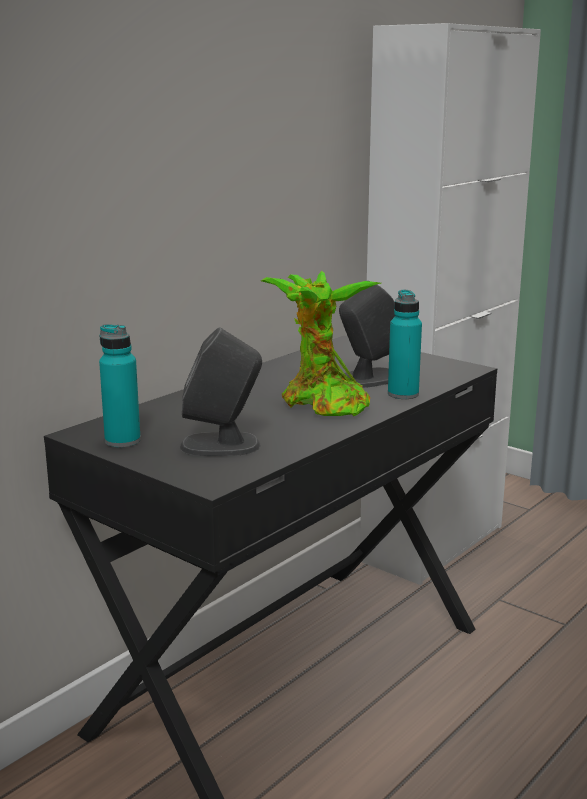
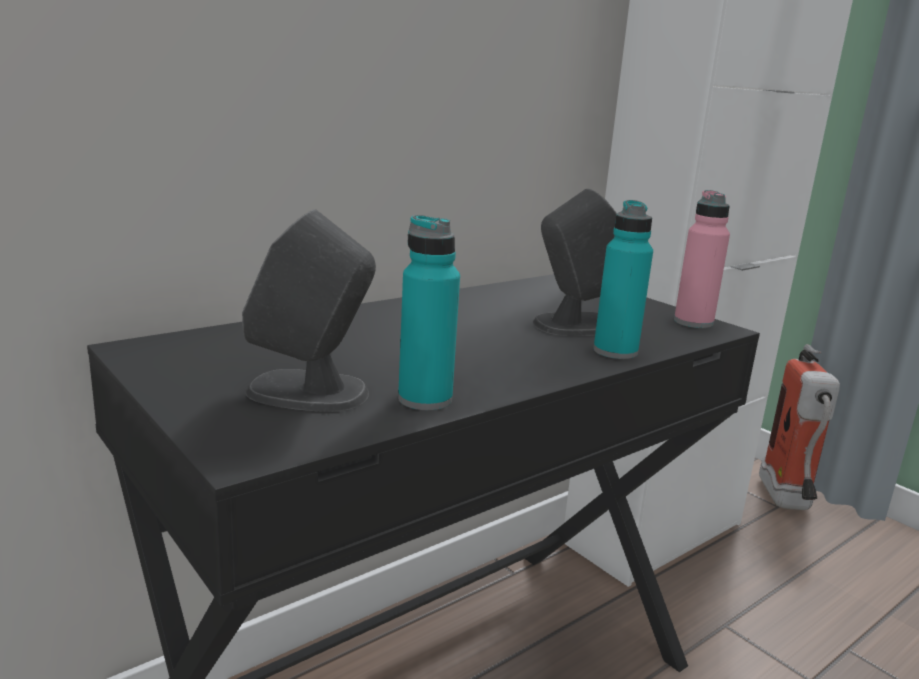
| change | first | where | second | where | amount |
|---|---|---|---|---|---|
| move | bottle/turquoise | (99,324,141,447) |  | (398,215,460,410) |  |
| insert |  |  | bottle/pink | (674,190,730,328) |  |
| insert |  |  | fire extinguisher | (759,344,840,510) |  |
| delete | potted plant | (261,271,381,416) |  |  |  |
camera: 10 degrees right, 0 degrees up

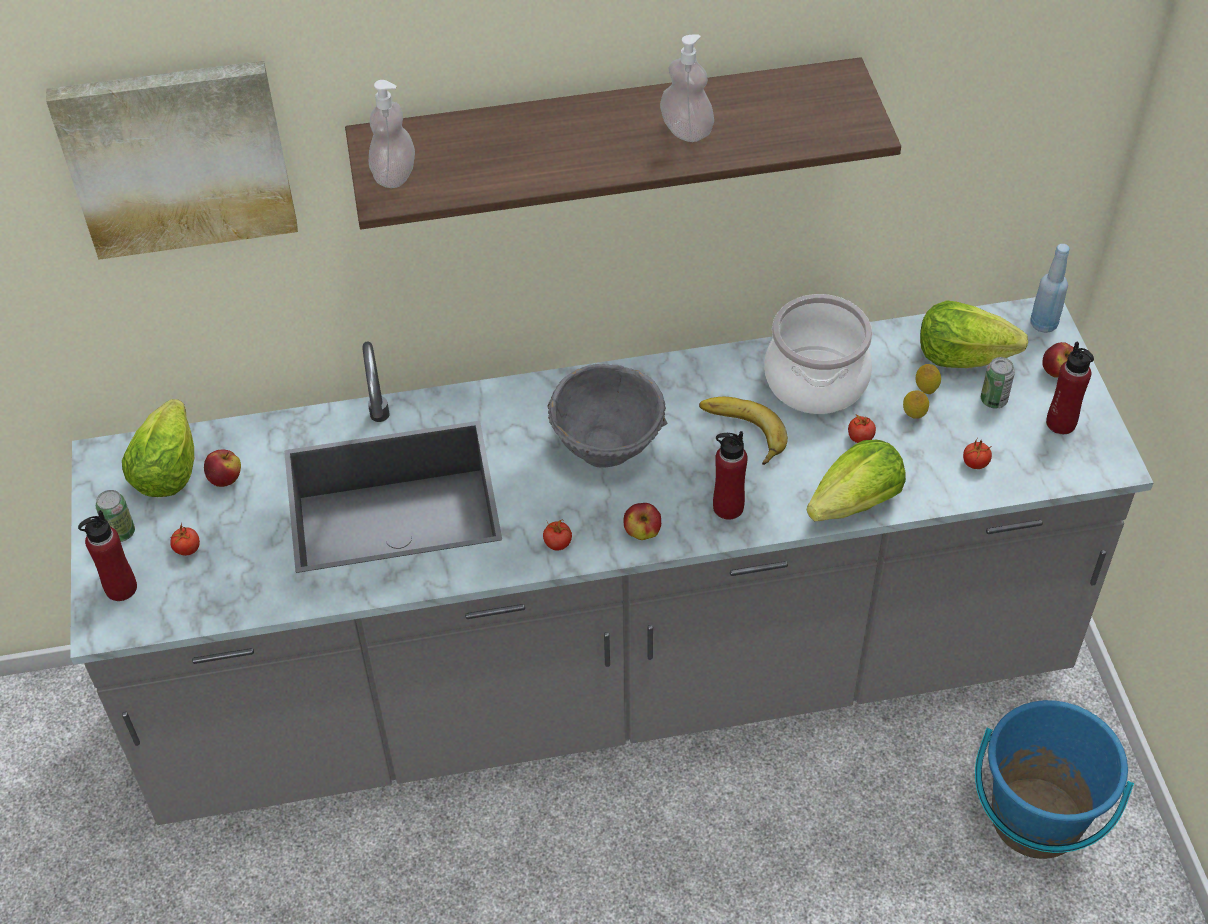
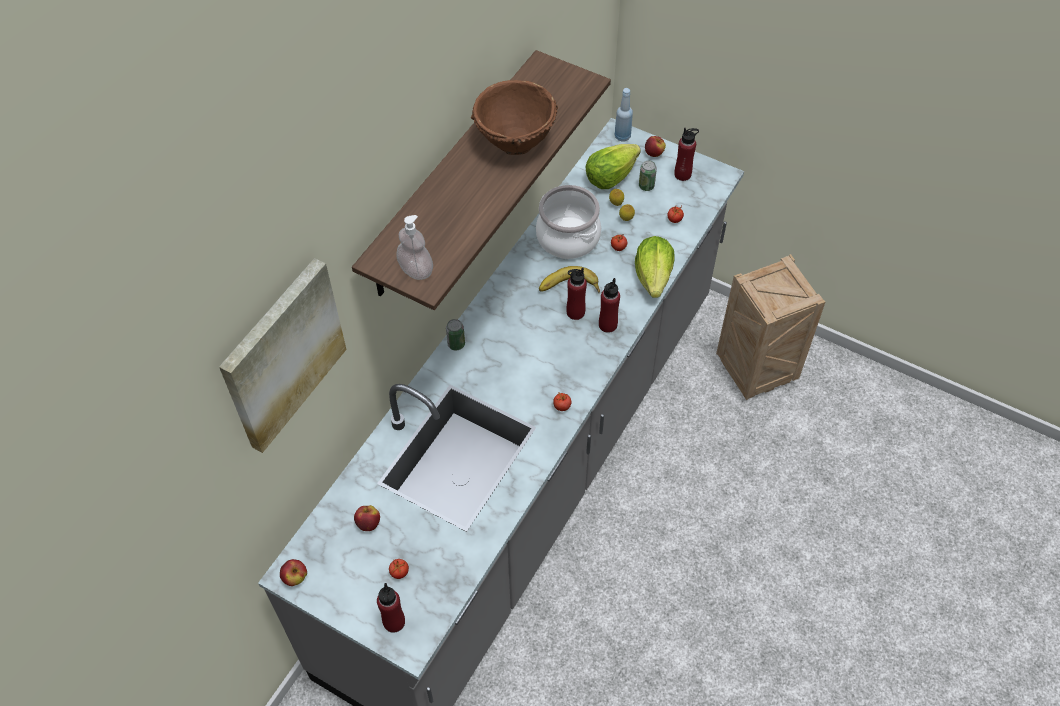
| change | first | where | second | where | amount |
|---|---|---|---|---|---|
| move | apple | (624,503,661,540) |  | (280,559,307,586) |  |
| move | can | (96,490,135,542) |  | (446,319,465,350) |  |
| replace | soap dispenser | (660,34,714,142) | bowl/brown | (471,80,558,155) |  |
| insert |  |  | bottle/red | (566,268,587,320) |  |
| replace | bucket/blue | (975,700,1134,859) | crate | (716,254,825,400) |  |
| delete | lettuce | (122,399,194,497) |  |  |  |
| delete | bowl/grey | (547,364,667,468) |  |  |  |
camera: 50 degrees left, 5 degrees up

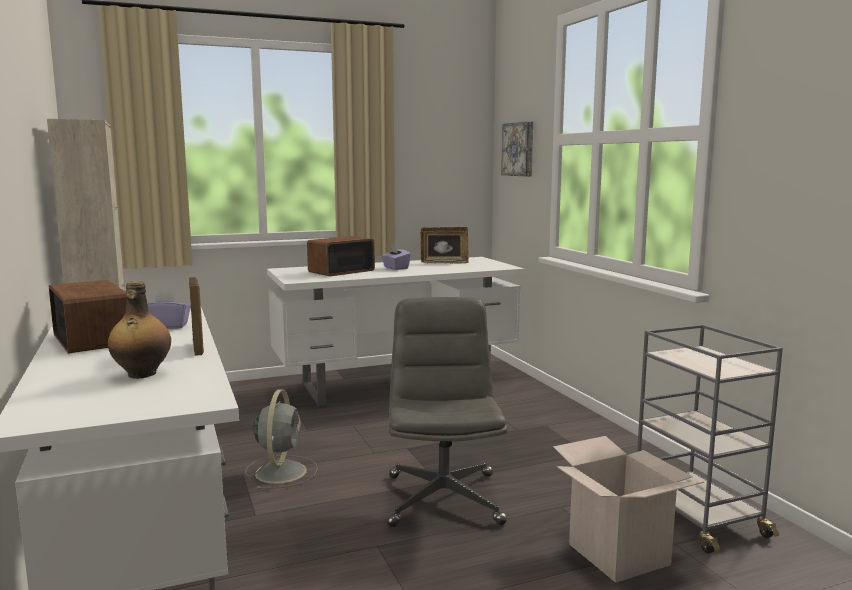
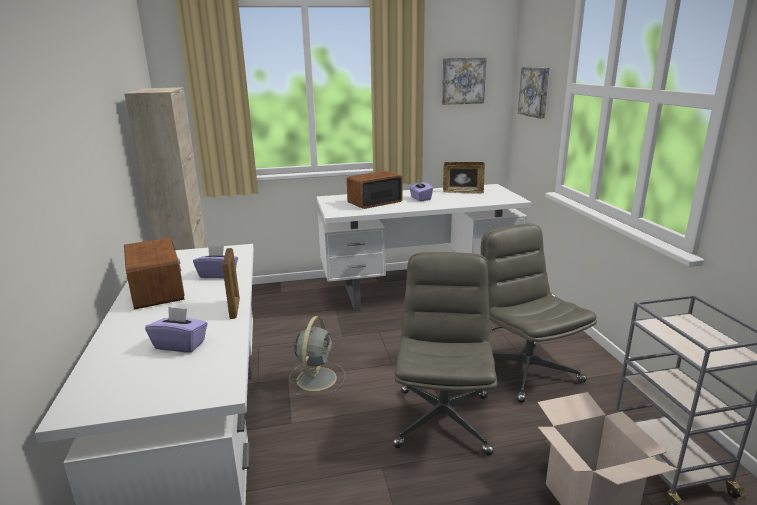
| change | first | where | second | where | amount |
|---|---|---|---|---|---|
| replace | bottle | (108,282,171,379) | tissue box/purple | (145,307,208,353) |  |
| insert |  |  | picture | (442,57,487,105) |  |
| insert |  |  | office chair/grey | (481,223,597,403) |  |
camera: 10 degrees right, 10 degrees up

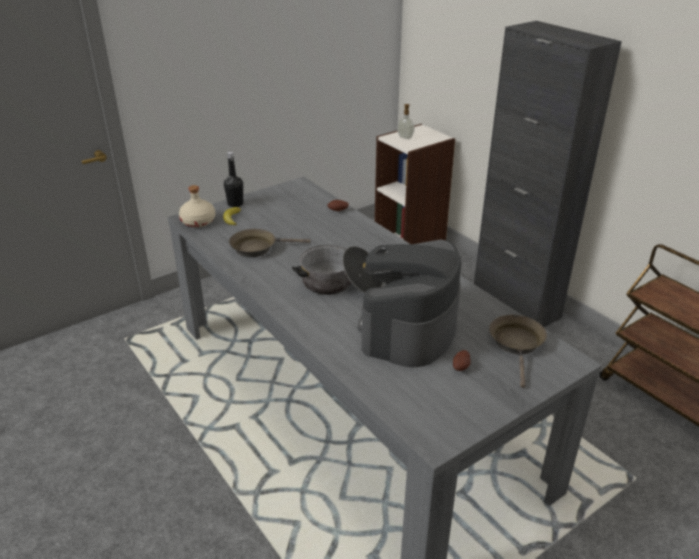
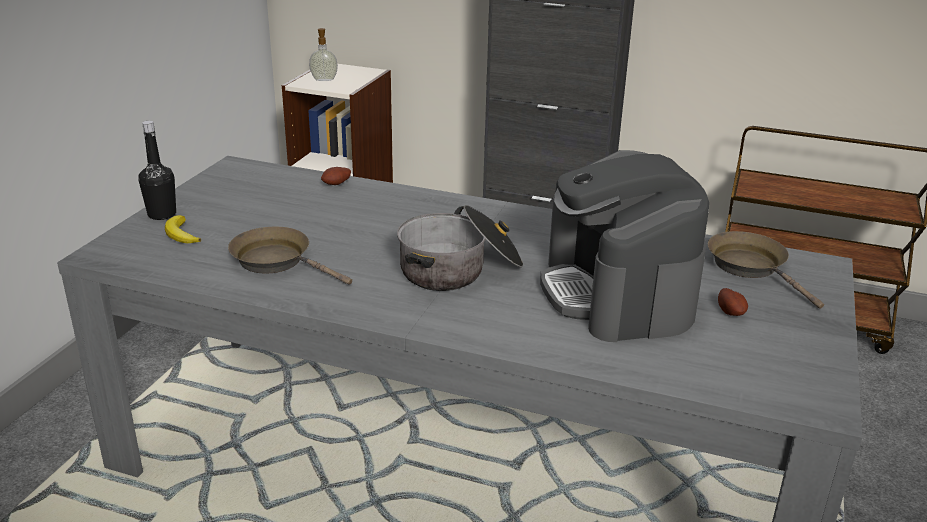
| change | first | where | second | where | amount |
|---|---|---|---|---|---|
| rotate | frying pan/brown | (229,229,310,257) |  | (228,227,352,285) | 75 degrees clockwise |
| delete | bottle/beige | (179,185,216,228) |  |  |  |
camera: 35 degrees left, 5 degrees down

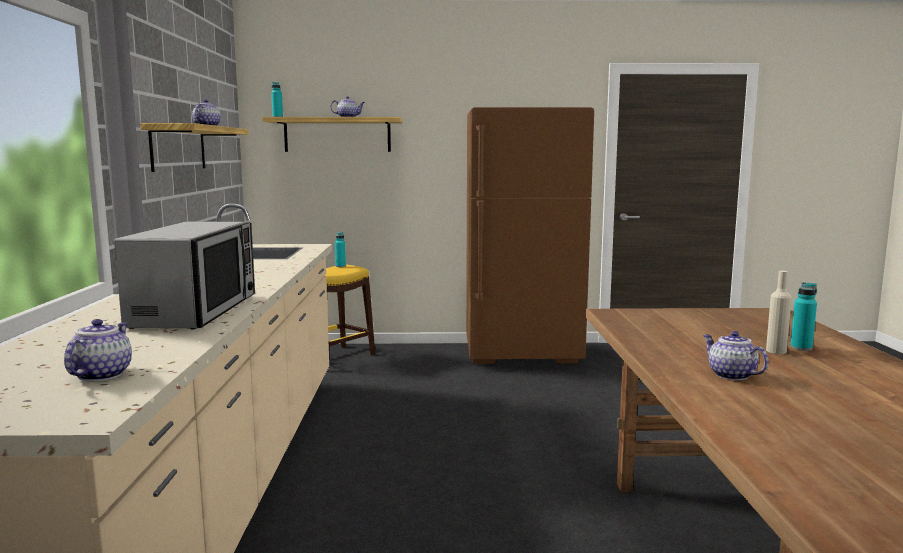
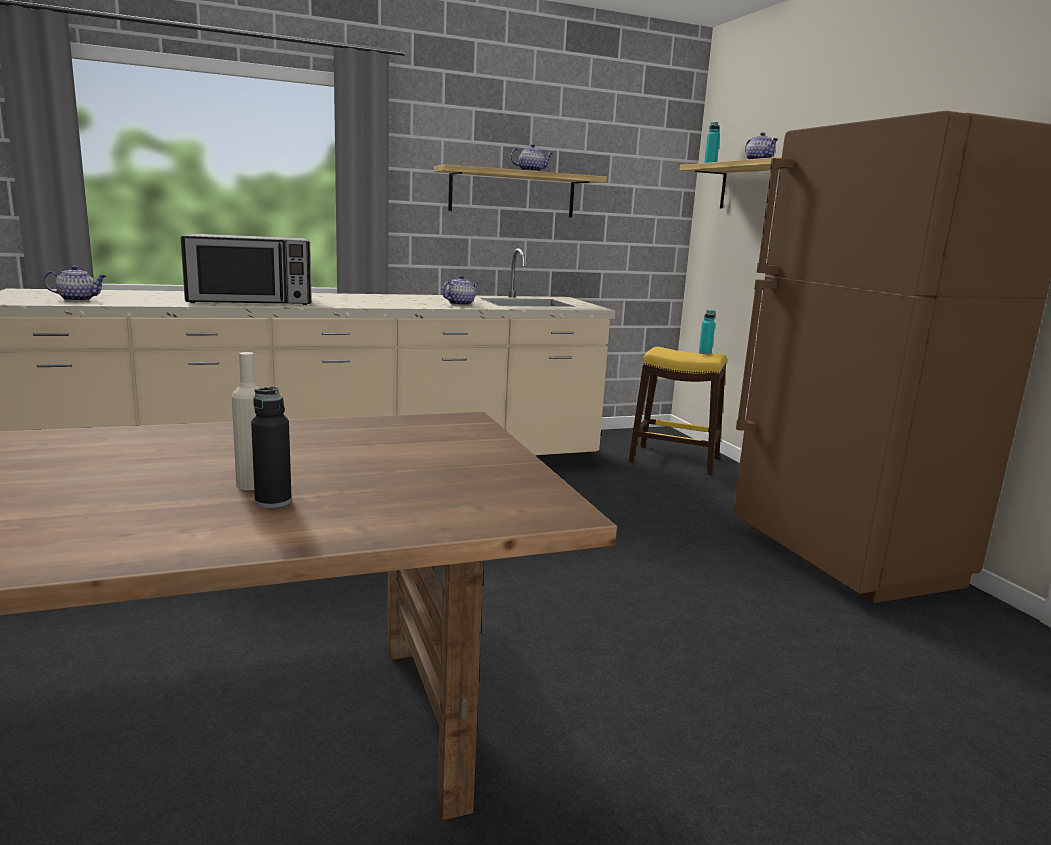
| change | first | where | second | where | amount |
|---|---|---|---|---|---|
| recolor | bottle/turquoise | (790,282,817,351) | bottle/black | (251,386,292,508) |  |
| move | teapot | (703,331,769,380) |  | (442,275,479,305) |  |
camera: 70 degrees right, 5 degrees up

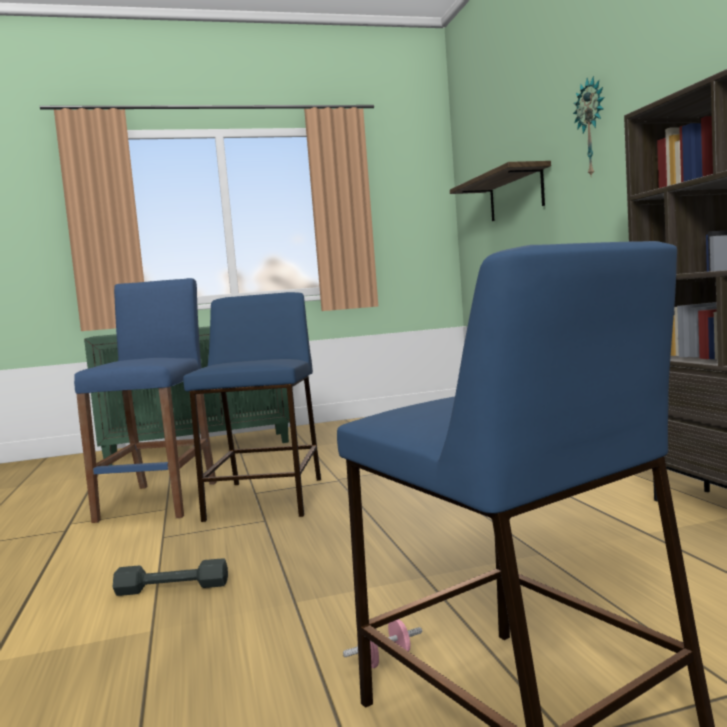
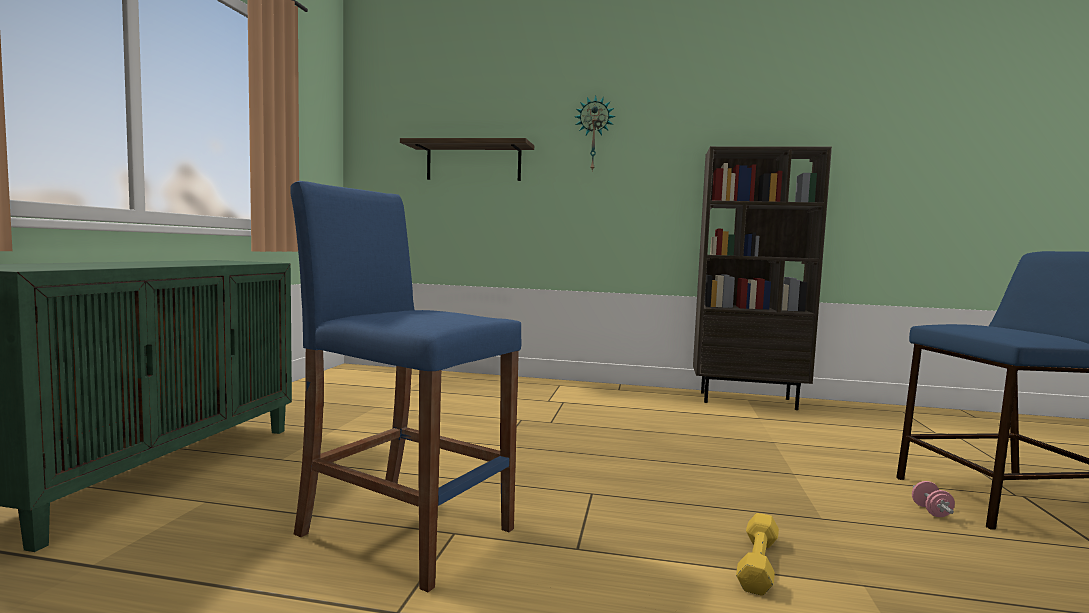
| change | first | where | second | where | amount |
|---|---|---|---|---|---|
| recolor | dumbbell/grey | (113,558,228,596) | dumbbell/yellow | (736,513,779,596) |  |
| delete | stool/blue | (183,292,321,522) |  |  |  |
camera: 65 degrees left, 0 degrees up

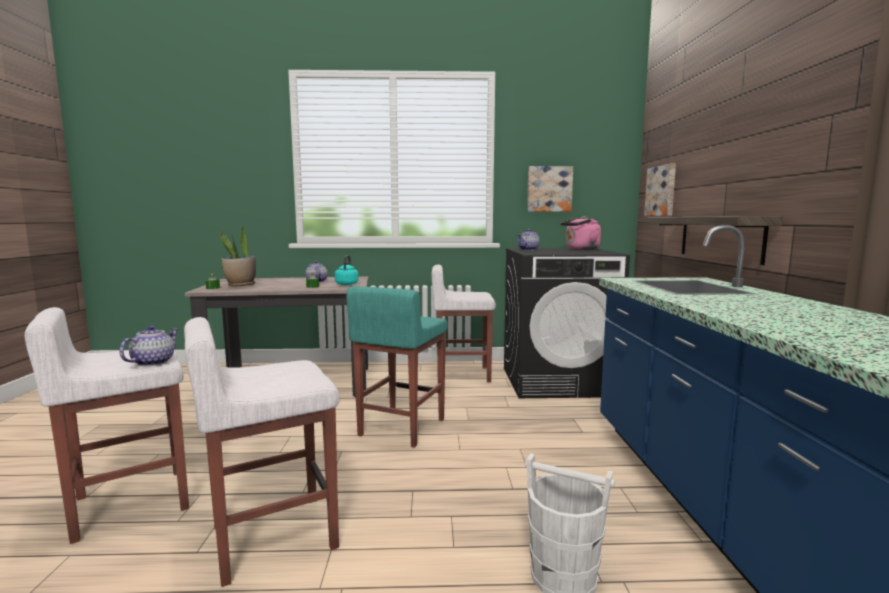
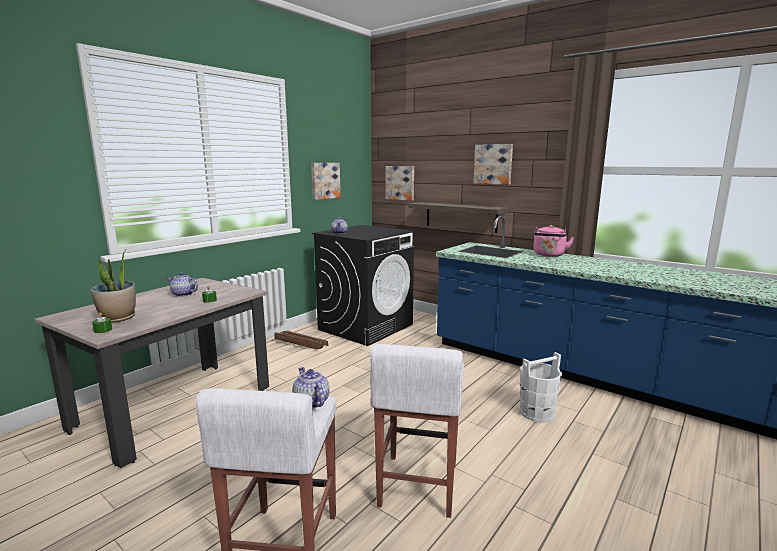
| change | first | where | second | where | amount |
|---|---|---|---|---|---|
| replace | stool/white | (431,265,496,383) | crate | (274,331,328,350) |  |
| insert |  |  | picture | (473,144,513,185) |  |
| move | kettle/pink | (560,216,601,250) |  | (533,225,574,257) |  |
| delete | kettle/turquoise | (335,255,359,285) |  |  |  |
| delete | stool/turquoise | (346,286,448,448) |  |  |  |
camera: 50 degrees left, 5 degrees up

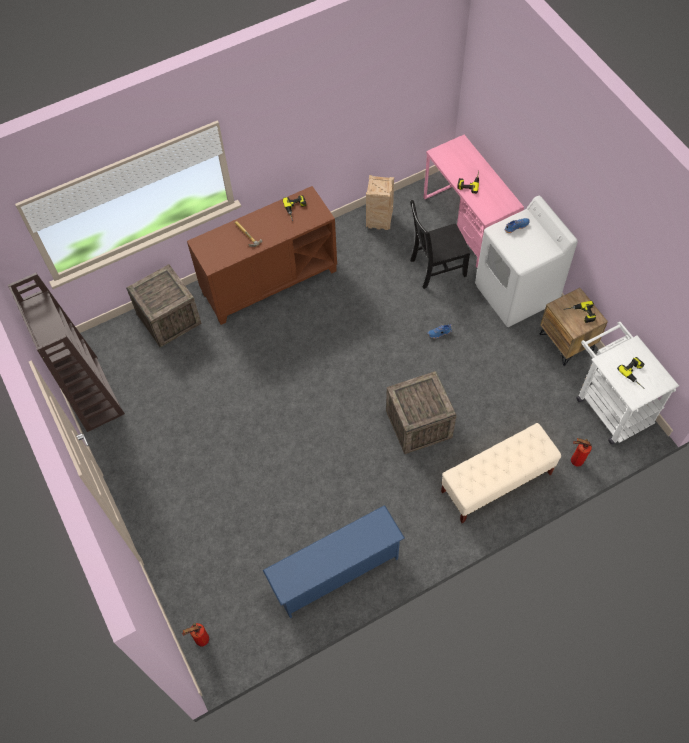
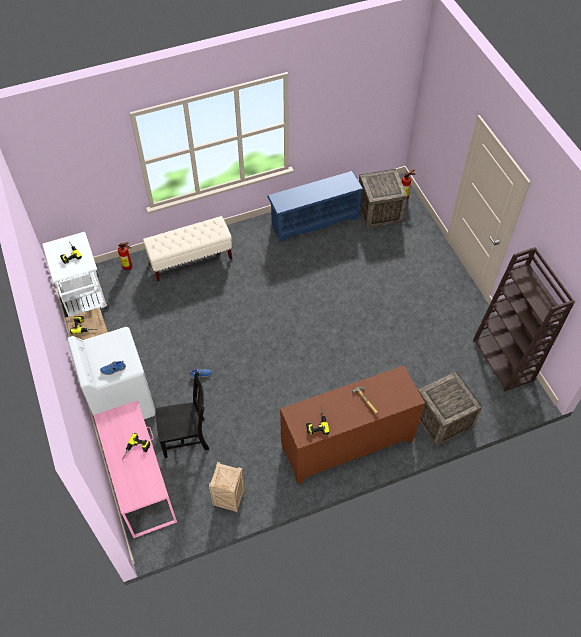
| change | first | where | second | where | amount |
|---|---|---|---|---|---|
| move | crate | (386,371,457,454) |  | (359,169,407,228) |  |
camera: 175 degrees left, 5 degrees down

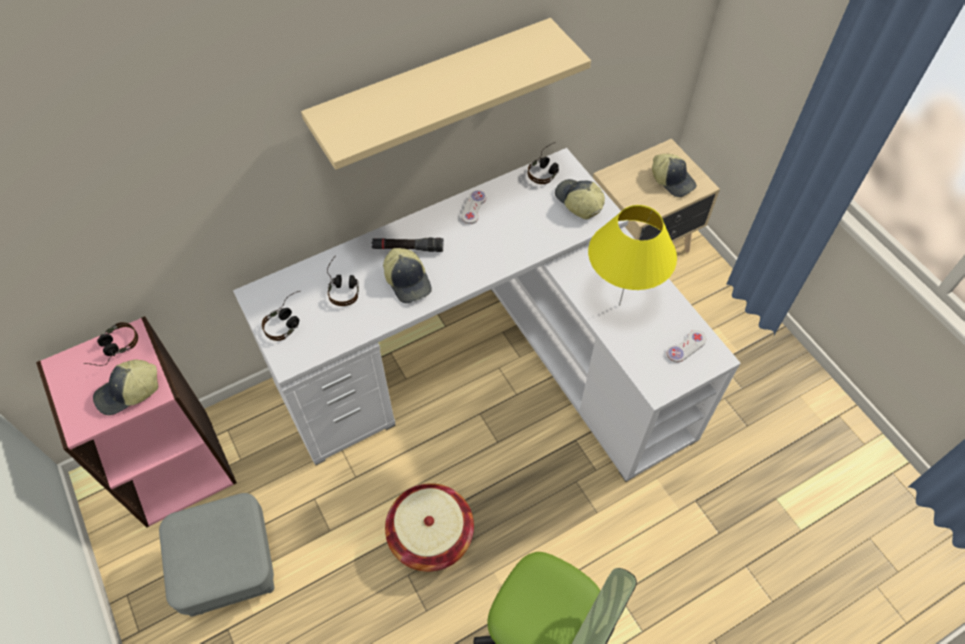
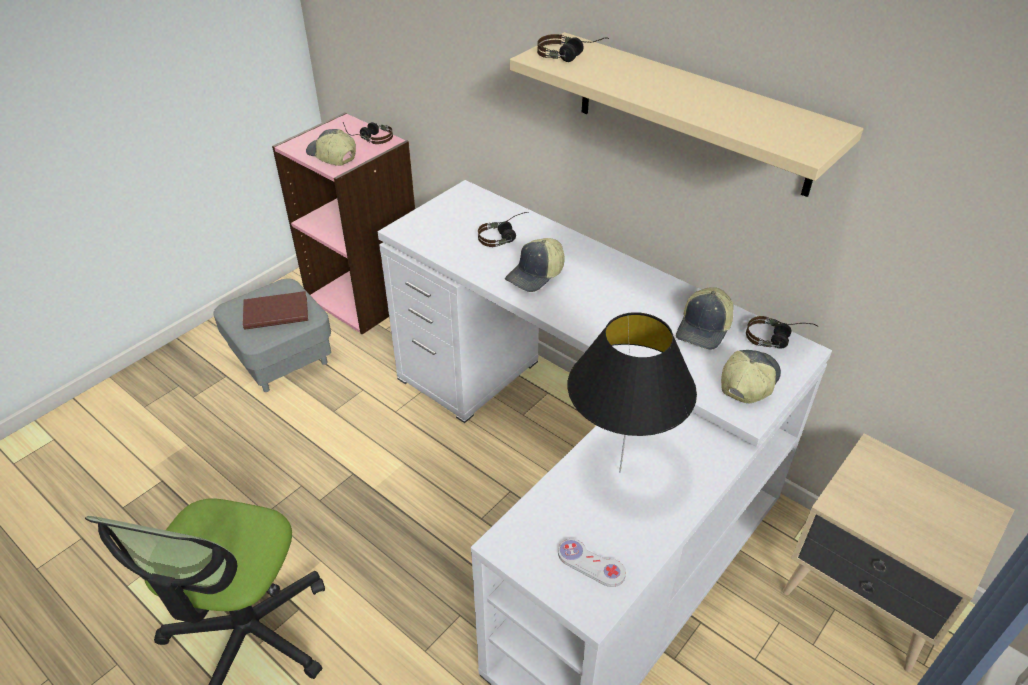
| change | first | where | second | where | amount |
|---|---|---|---|---|---|
| insert |  |  | book/brown | (243,291,308,330) |  |
| move | headphones | (262,291,300,341) |  | (537,34,609,62) |  |
| recolor | table lamp/yellow | (588,205,677,306) | table lamp/black | (567,312,697,473) |  |
| move | cap | (652,154,697,197) |  | (676,287,734,350) |  |
| delete | flashlight/black | (372,238,444,252) |  |  |  |
| delete | basket | (385,483,474,572) |  |  |  |
| delete | game controller/white | (461,190,486,224) |  |  |  |
camera: 70 degrees right, 15 degrees down

